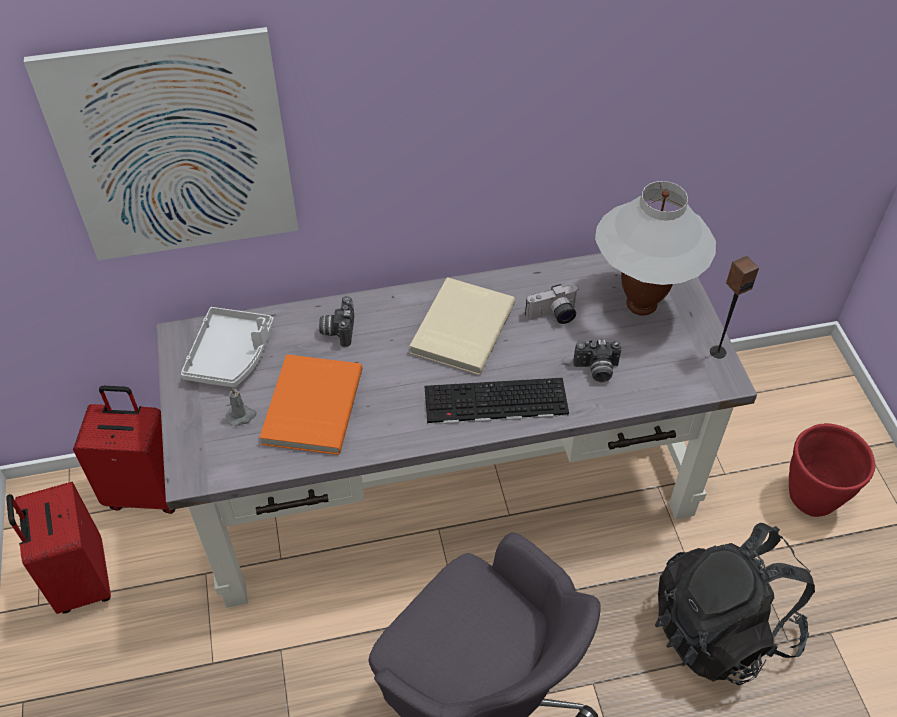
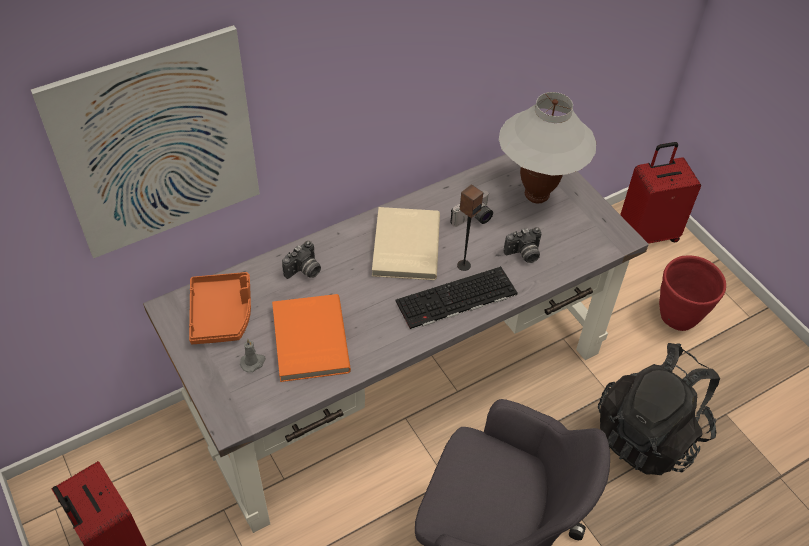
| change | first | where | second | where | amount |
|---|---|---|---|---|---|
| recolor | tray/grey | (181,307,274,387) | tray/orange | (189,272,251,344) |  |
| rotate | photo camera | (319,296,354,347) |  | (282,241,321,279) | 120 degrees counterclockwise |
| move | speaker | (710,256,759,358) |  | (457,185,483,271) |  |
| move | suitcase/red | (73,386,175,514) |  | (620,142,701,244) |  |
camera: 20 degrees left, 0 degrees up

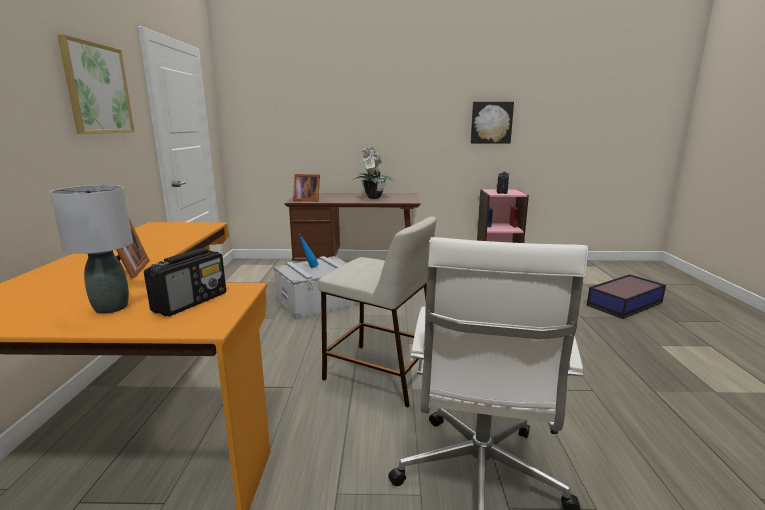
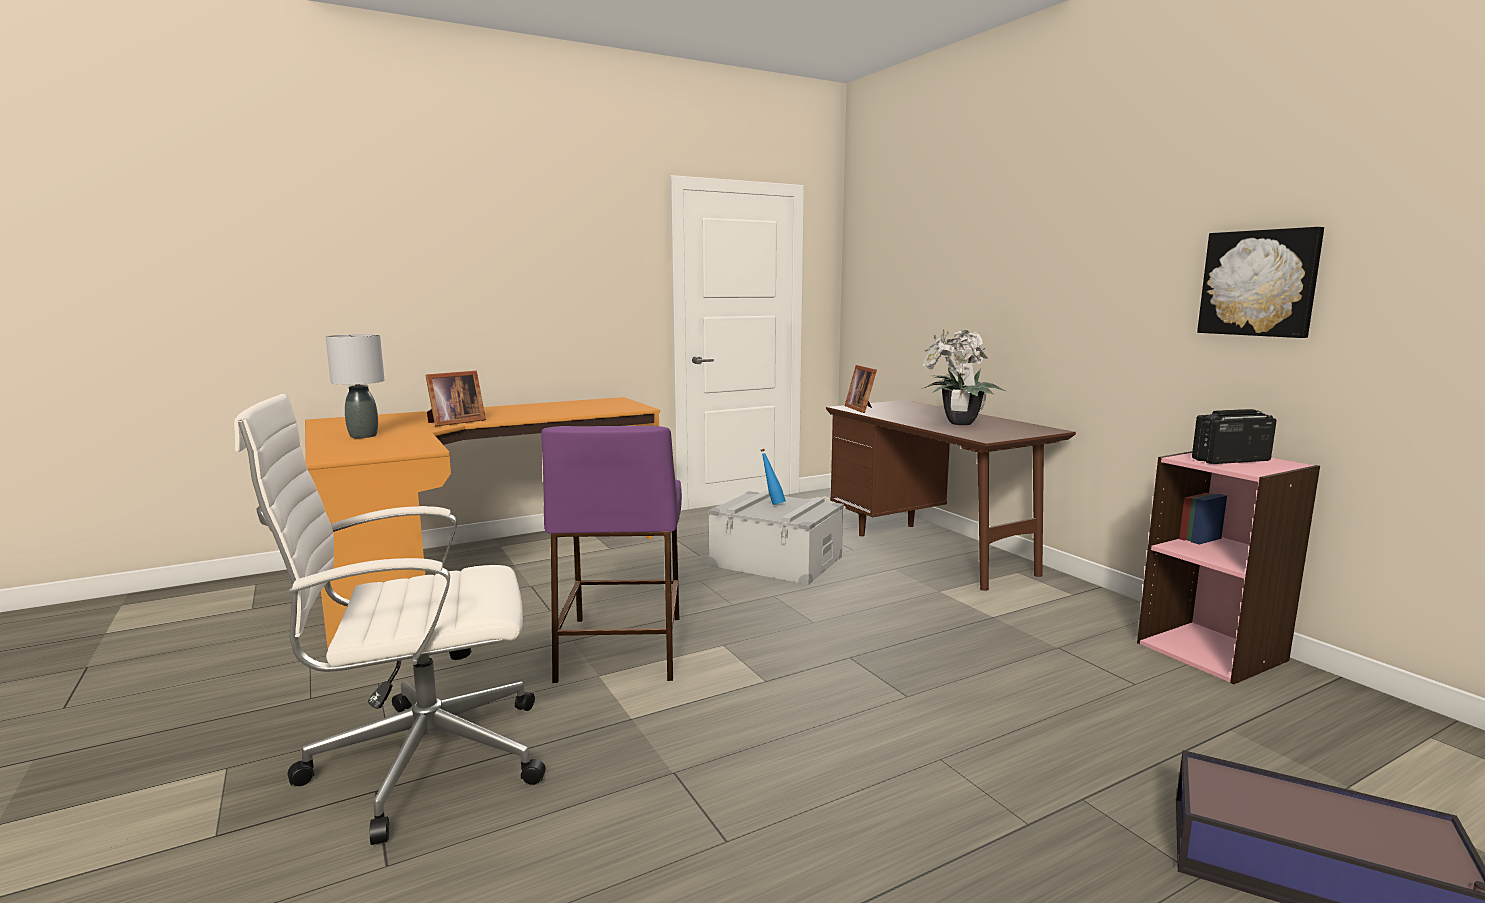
| change | first | where | second | where | amount |
|---|---|---|---|---|---|
| recolor | stool/beige | (318,216,437,407) | stool/purple | (541,425,682,683) |  |
| delete | picture | (57,34,134,134) |  |  |  |
| delete | radio | (144,248,226,316) |  |  |  |
camera: 60 degrees right, 5 degrees down

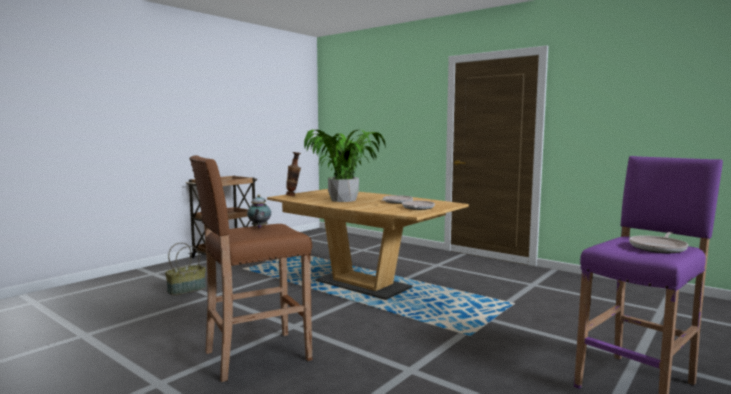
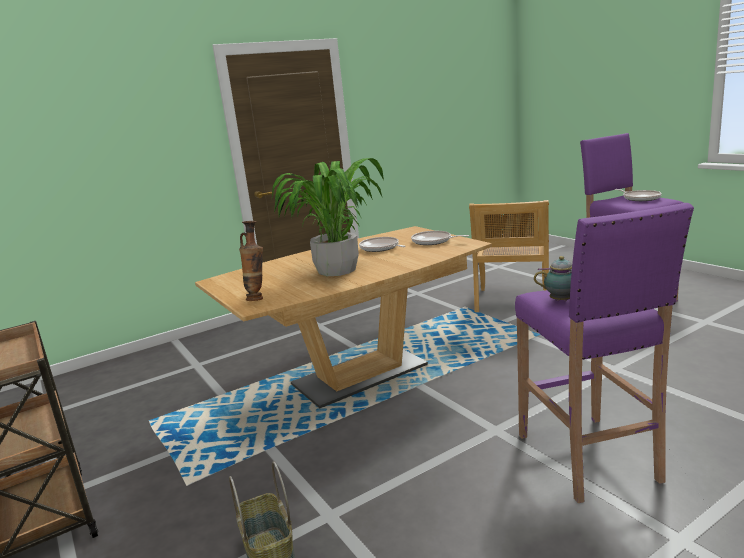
| change | first | where | second | where | amount |
|---|---|---|---|---|---|
| insert |  |  | chair/beige | (469,200,549,312) |  |
| recolor | stool/brown | (190,155,312,382) | stool/purple | (515,203,694,503) |  |
camera: 70 degrees left, 10 degrees up

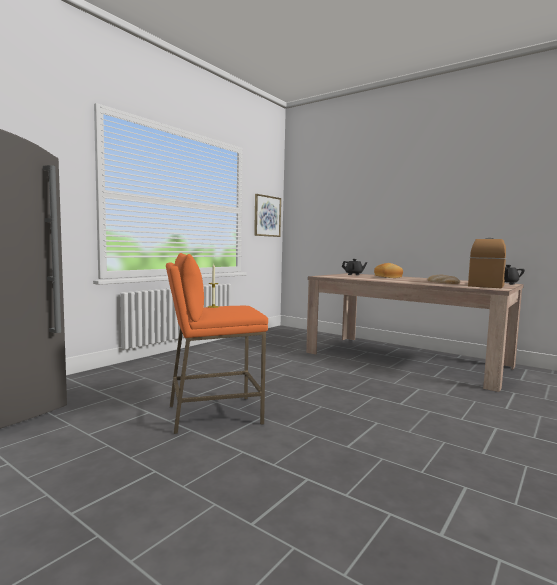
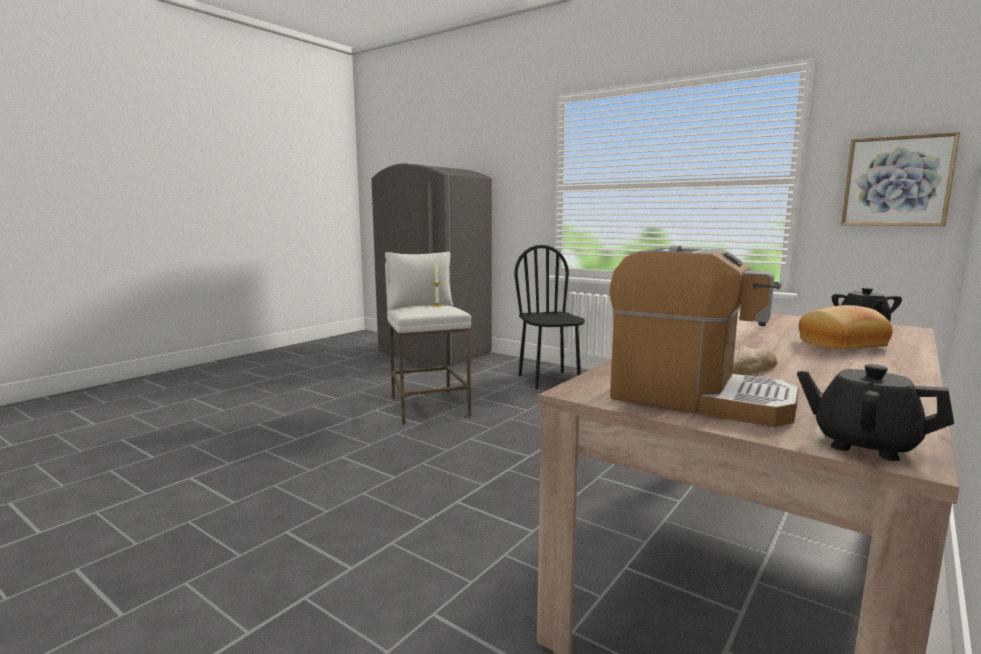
| change | first | where | second | where | amount |
|---|---|---|---|---|---|
| recolor | stool/orange | (166,253,268,434) | stool/white | (385,251,471,424) |  |
| insert |  |  | chair/black | (514,245,585,390) |  |
camera: 90 degrees right, 5 degrees up

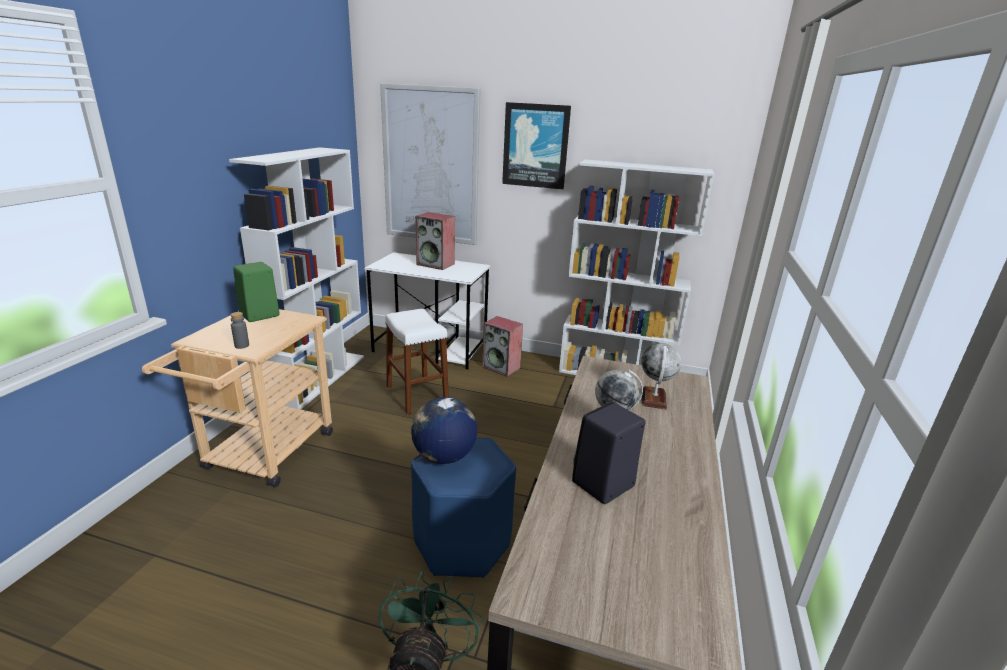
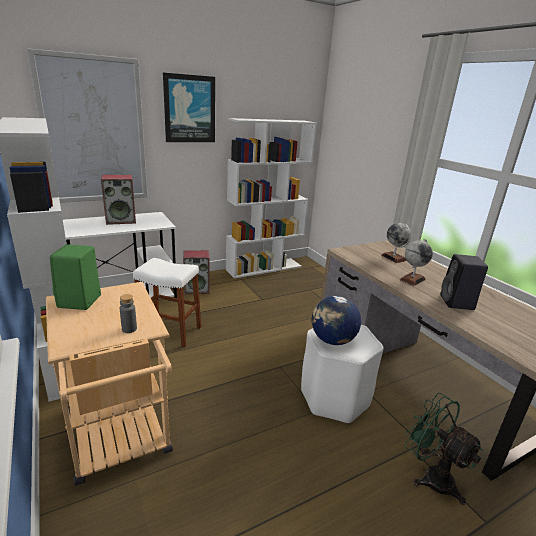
| change | first | where | second | where | amount |
|---|---|---|---|---|---|
| recolor | stool/blue | (411,438,516,578) | stool/white | (301,325,384,424) |  |
camera: 45 degrees left, 0 degrees up

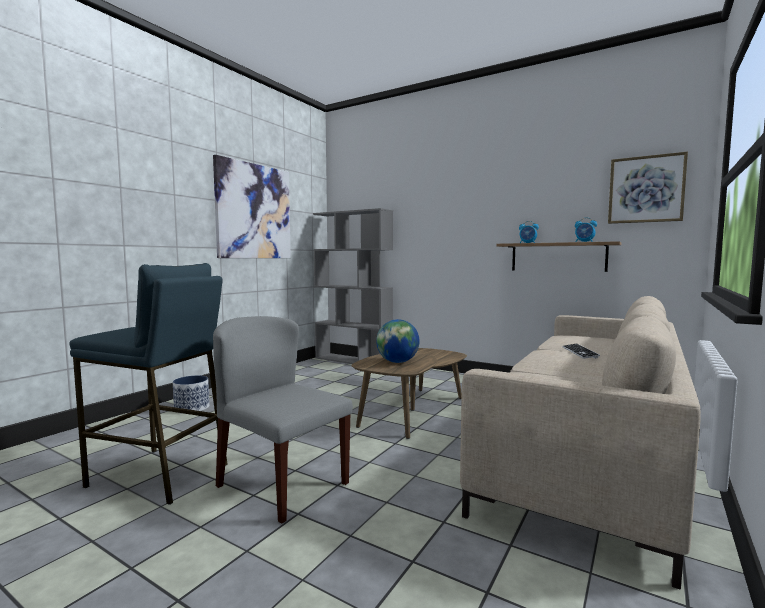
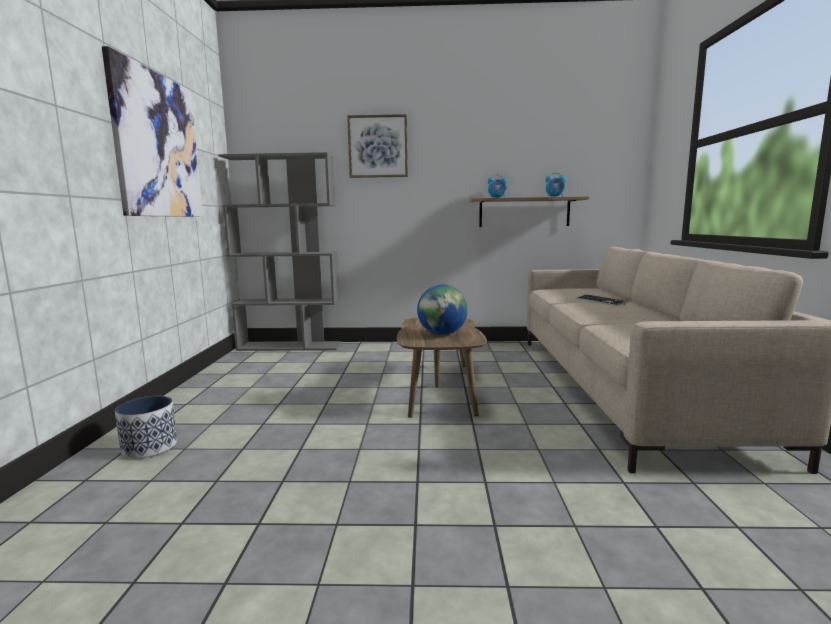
| change | first | where | second | where | amount |
|---|---|---|---|---|---|
| move | picture | (608,152,688,224) |  | (347,114,408,178) |  |
| delete | stool/blue | (69,263,228,505) |  |  |  |
| delete | chair/grey | (213,316,353,524) |  |  |  |
camera: 30 degrees left, 5 degrees up

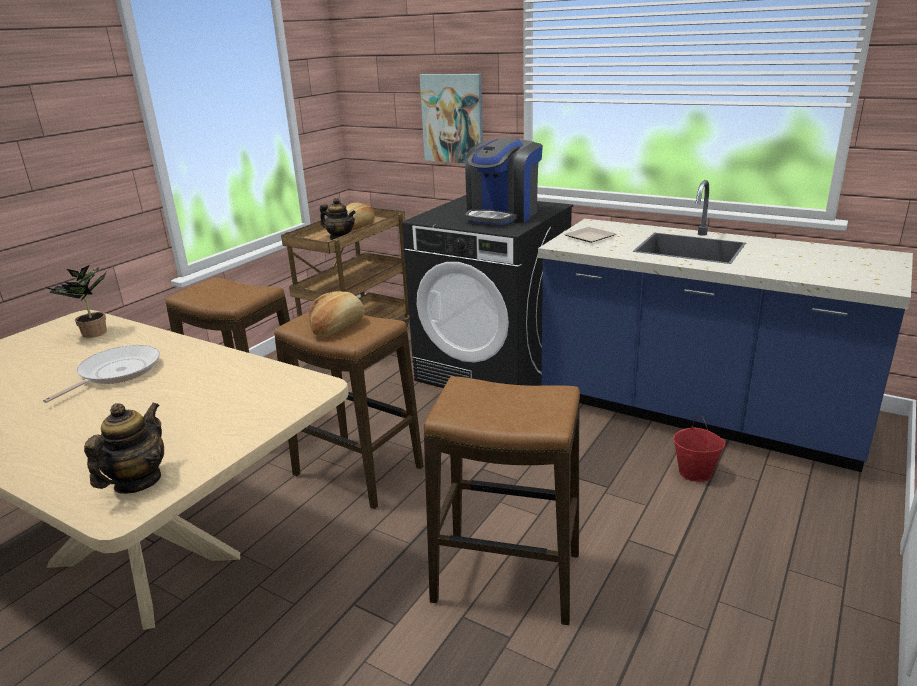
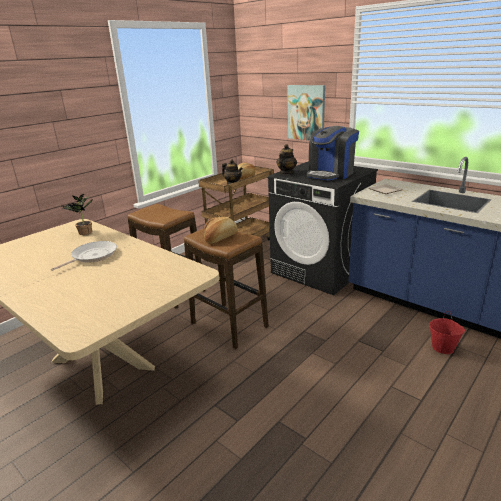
| change | first | where | second | where | amount |
|---|---|---|---|---|---|
| move | teapot | (84,402,164,494) |  | (277,144,297,174) |  |
| delete | stool | (424,376,580,625) |  |  |  |
camera: 10 degrees right, 0 degrees up

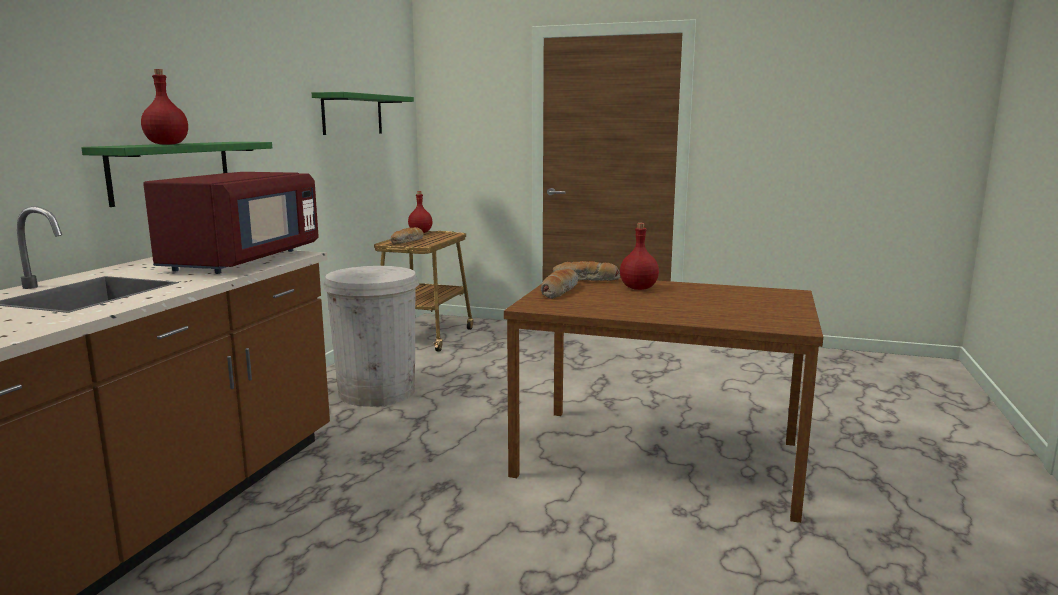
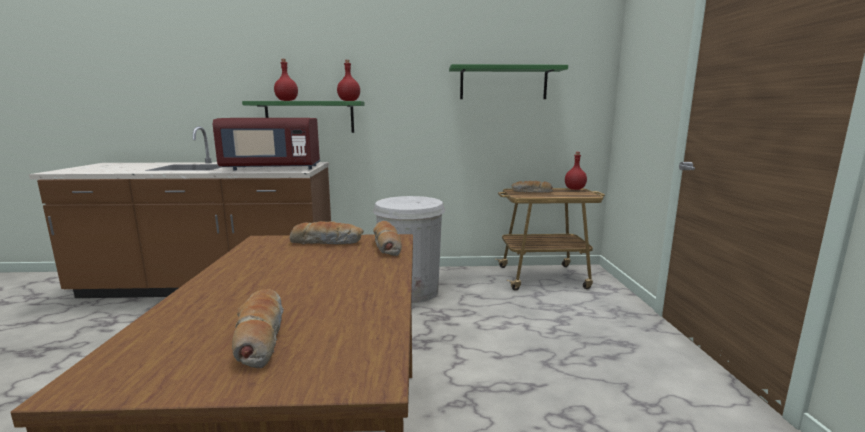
| change | first | where | second | where | amount |
|---|---|---|---|---|---|
| insert |  |  | bread | (232,289,284,368) |  |
| move | bottle/red | (620,223,659,290) |  | (337,60,360,101) |  |
camera: 70 degrees right, 0 degrees up

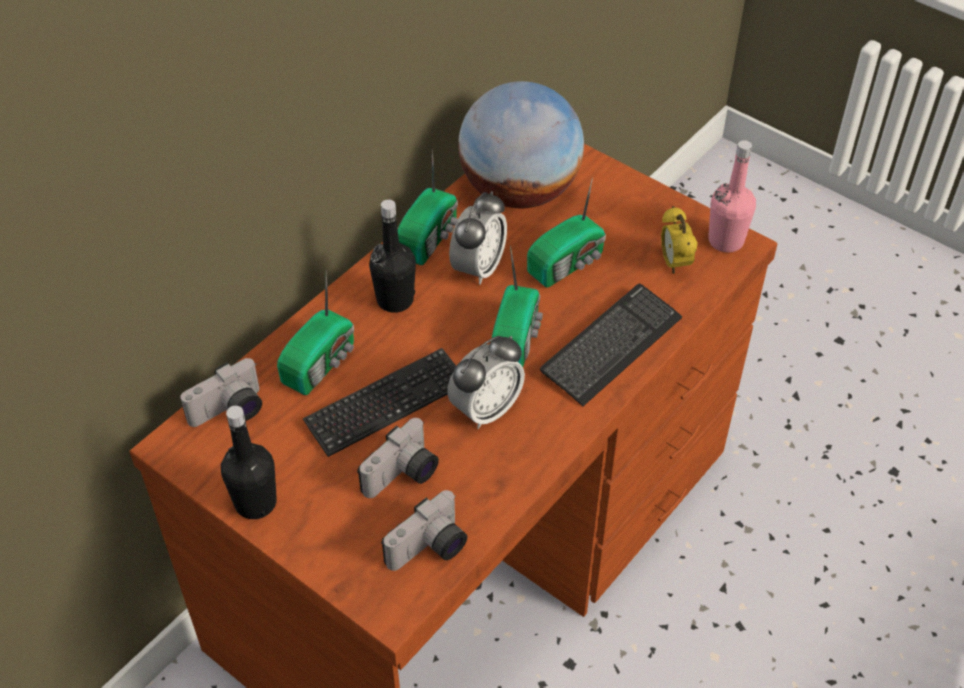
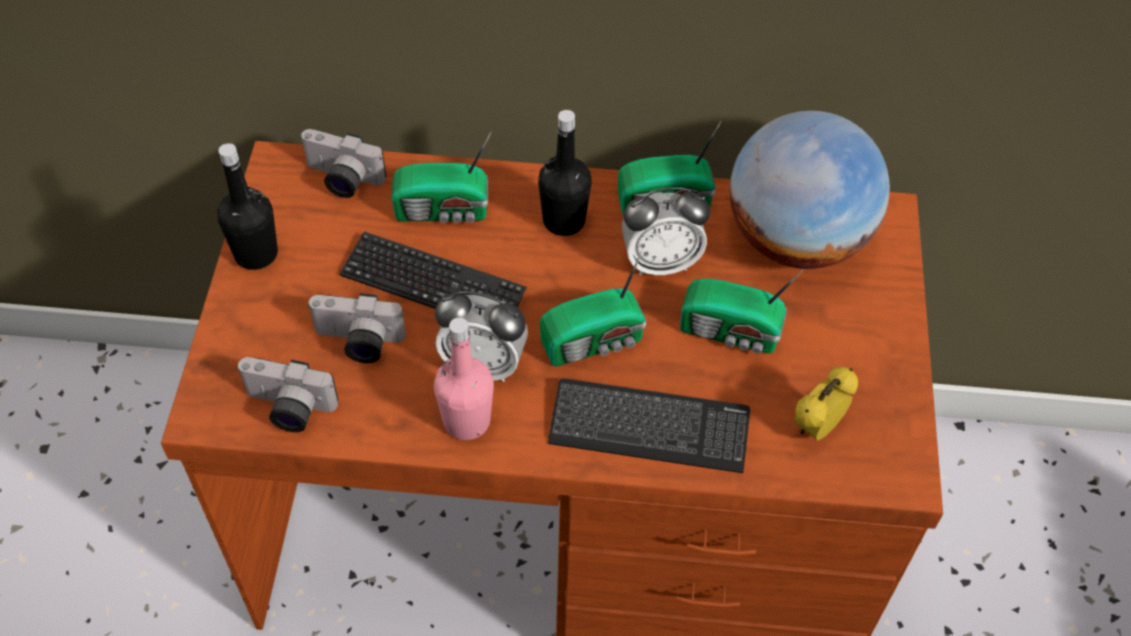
| change | first | where | second | where | amount |
|---|---|---|---|---|---|
| move | bottle/pink | (708,140,756,253) |  | (434,318,494,440) |  |
camera: 55 degrees right, 5 degrees up

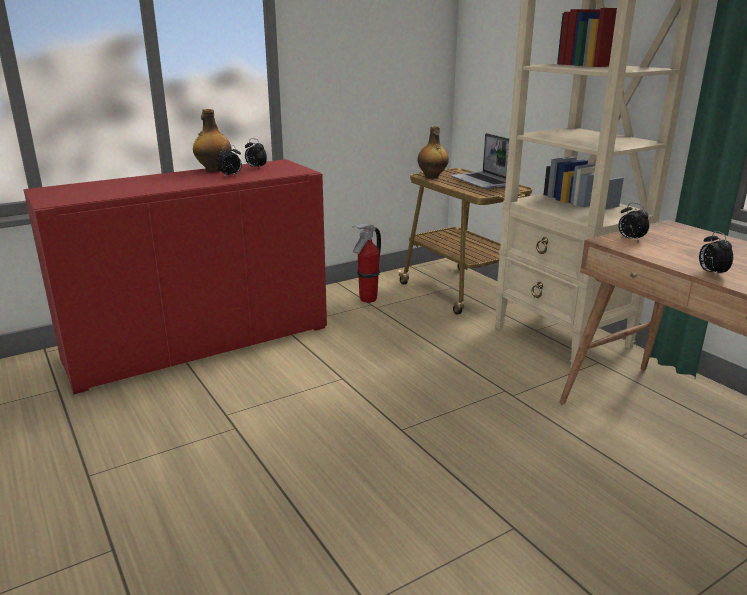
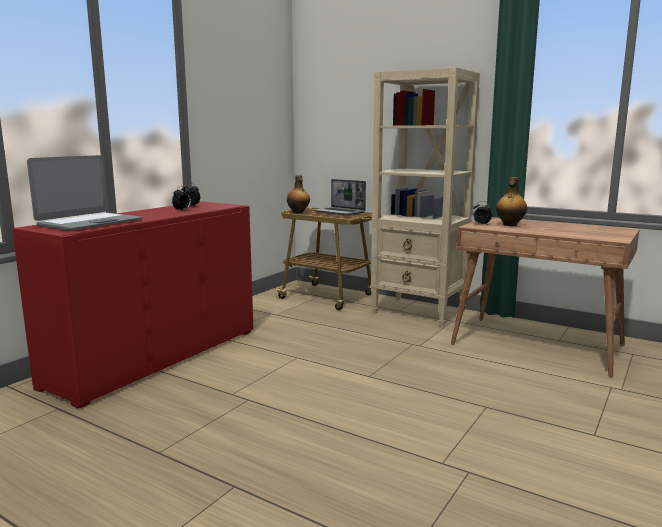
| change | first | where | second | where | amount |
|---|---|---|---|---|---|
| insert |  |  | laptop | (27,155,143,231) |  |
| move | bottle | (193,109,232,172) |  | (496,177,527,226) |  |
| delete | fire extinguisher | (352,223,381,303) |  |  |  |
| delete | alarm clock | (699,231,733,277) |  |  |  |
camera: 25 degrees left, 10 degrees down

